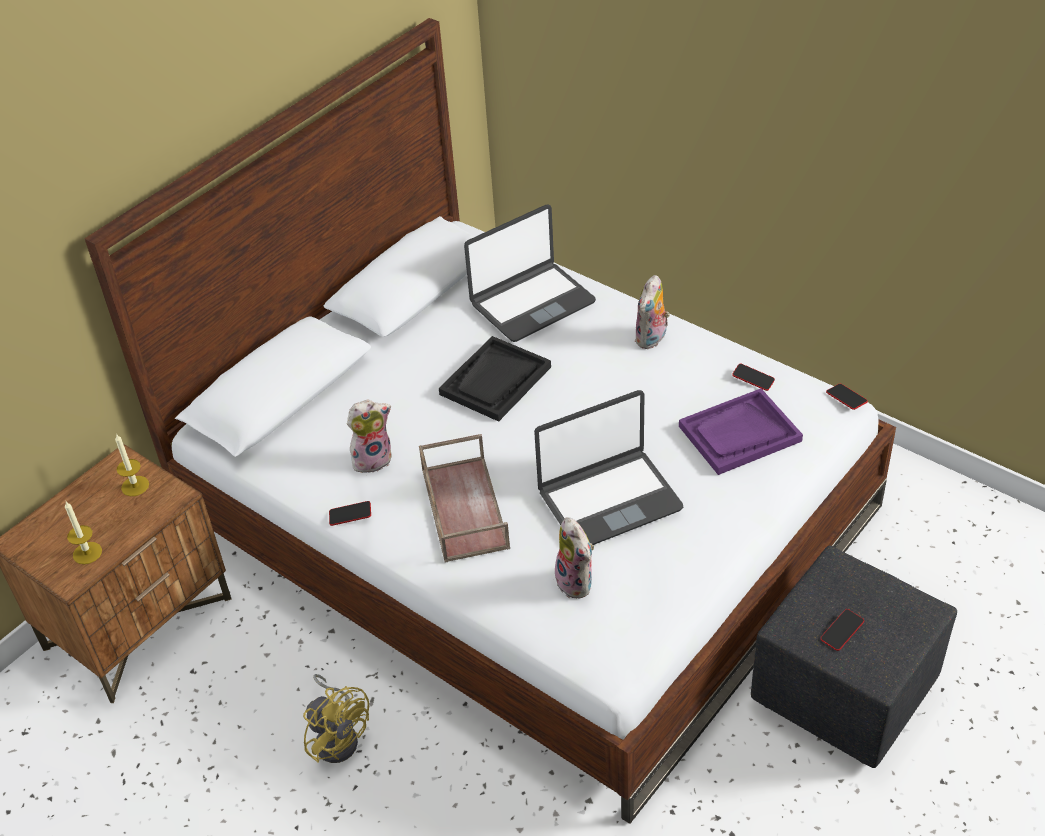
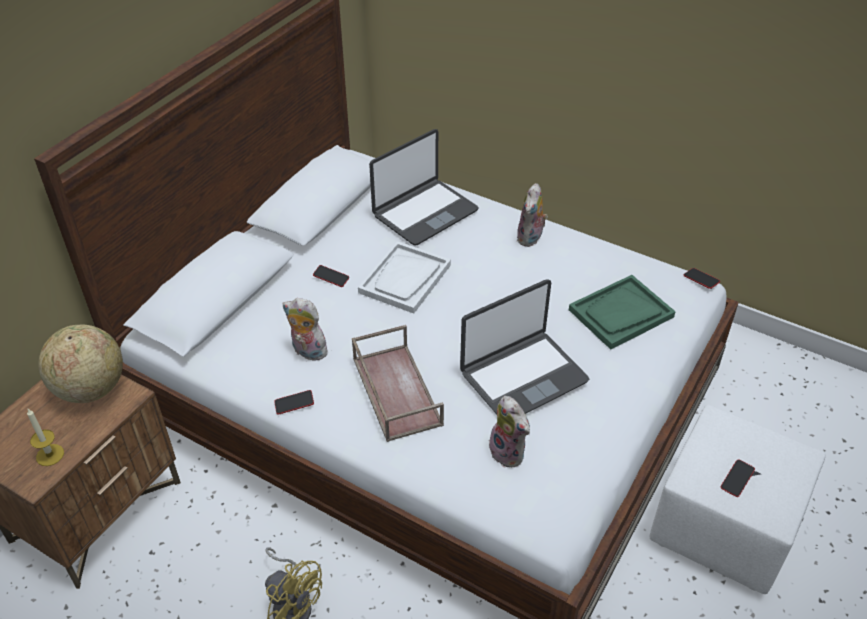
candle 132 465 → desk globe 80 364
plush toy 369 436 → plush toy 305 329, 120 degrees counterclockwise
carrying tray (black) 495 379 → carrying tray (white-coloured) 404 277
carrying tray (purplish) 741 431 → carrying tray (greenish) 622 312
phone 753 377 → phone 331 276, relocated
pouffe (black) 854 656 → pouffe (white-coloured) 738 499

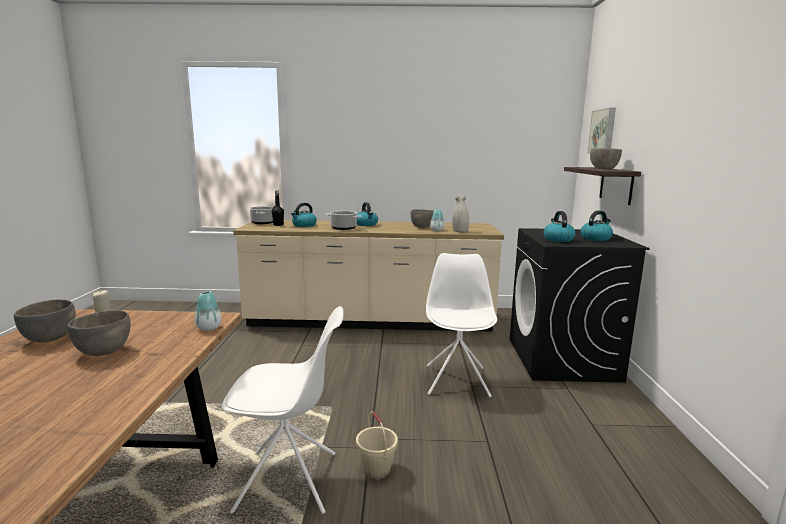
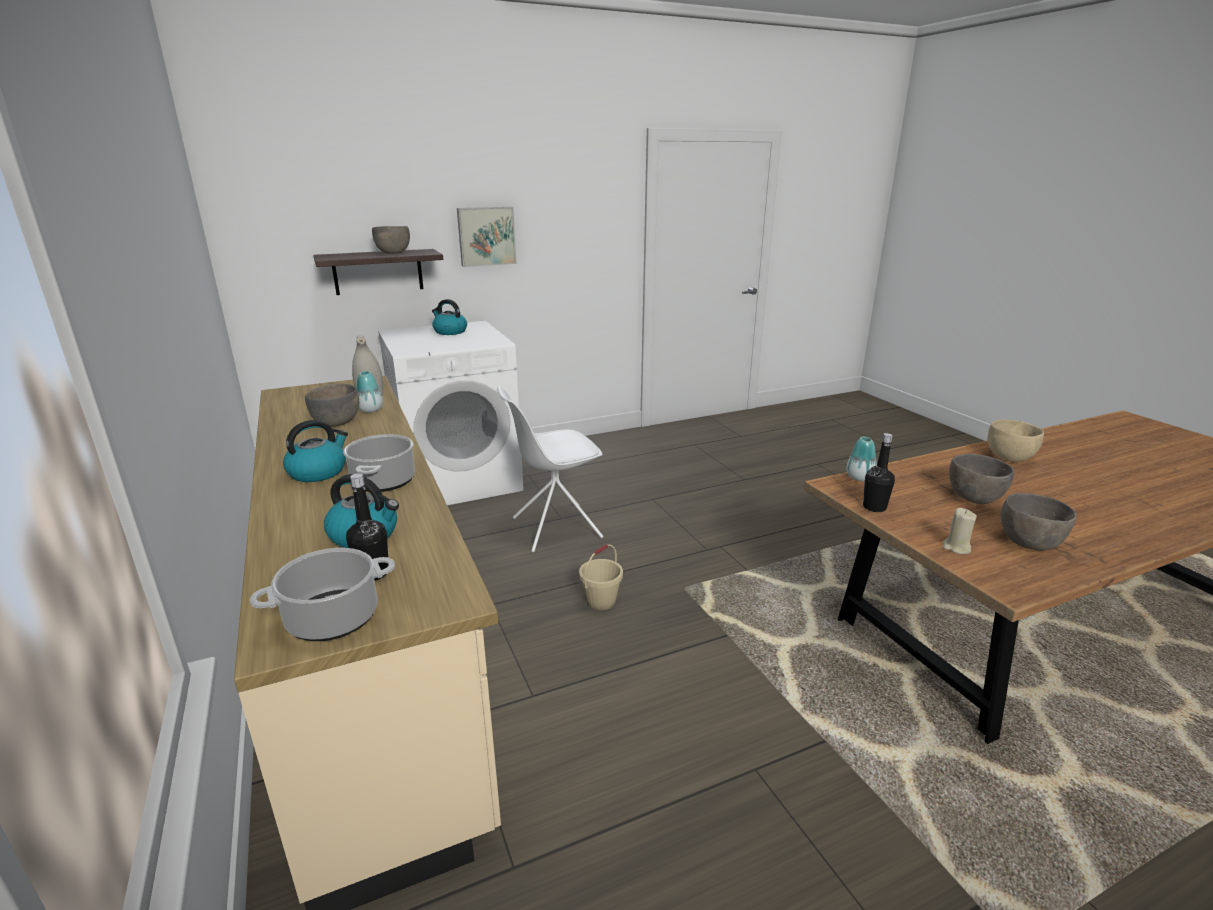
plain chair (white-coloured) 283 410 → -
bucket (beige) 377 445 → bucket (beige) 601 577, relocated
laundry machine (black) 580 305 → laundry machine (white-coloured) 451 413
water kettle 559 226 → -
wall art 601 131 → wall art 486 237, relocated
- → beverage bottle (black) 879 472
- → bowl (beige) 1016 441

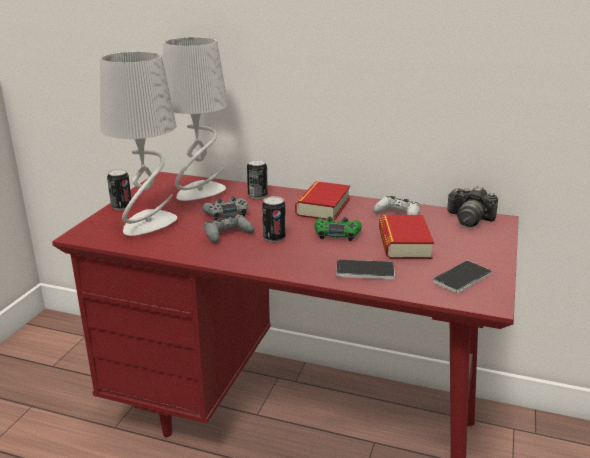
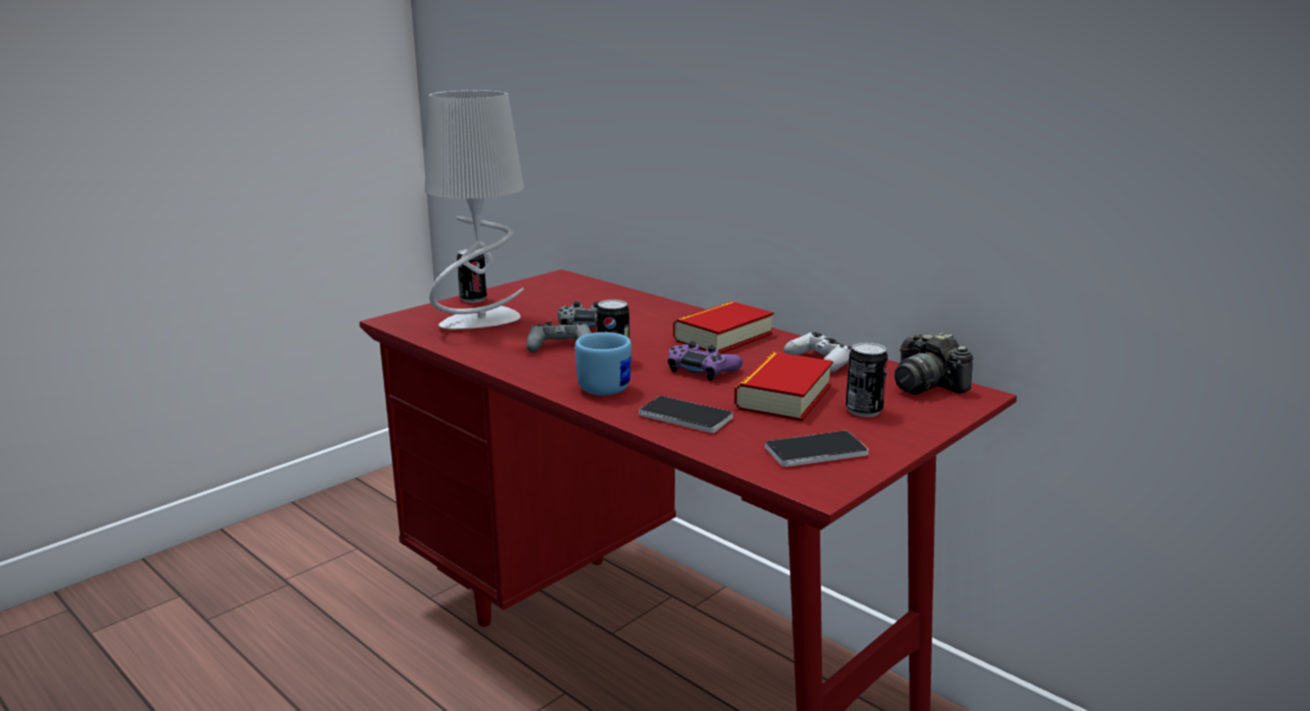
lamp for a table (greyish) 195 119 → -
metal can 257 179 → metal can 867 379, relocated
joypad (greenish) 338 228 → joypad (purplish) 705 361
- → tea mug (bluish) 603 363

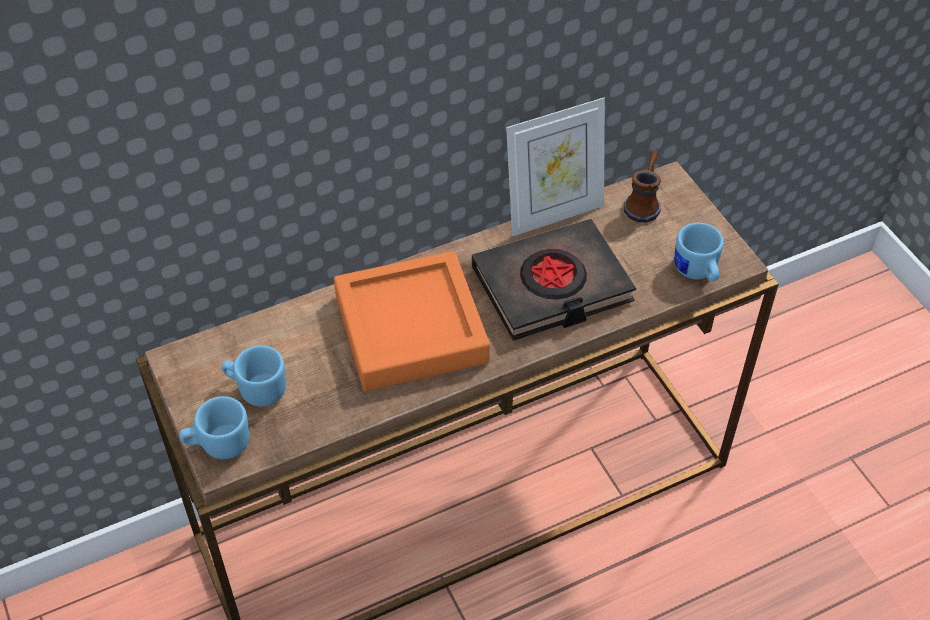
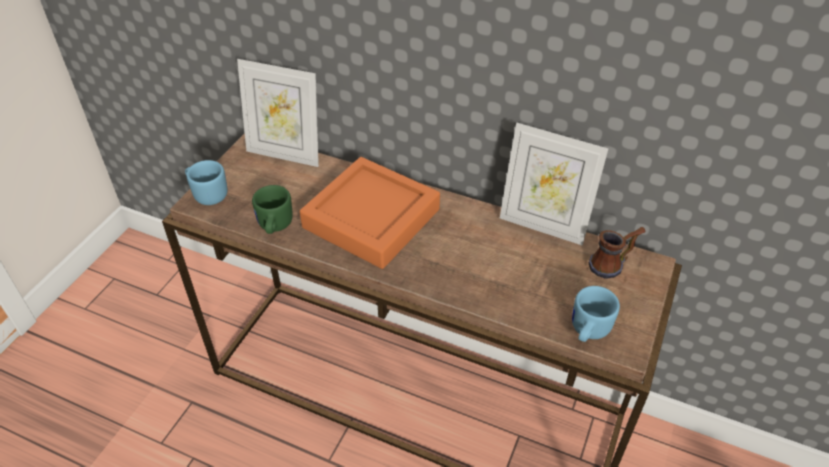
tea mug (bluish) 254 376 → -
book (black) 554 280 → -
- → picture frame 278 113
- → tea mug (greenish) 272 209

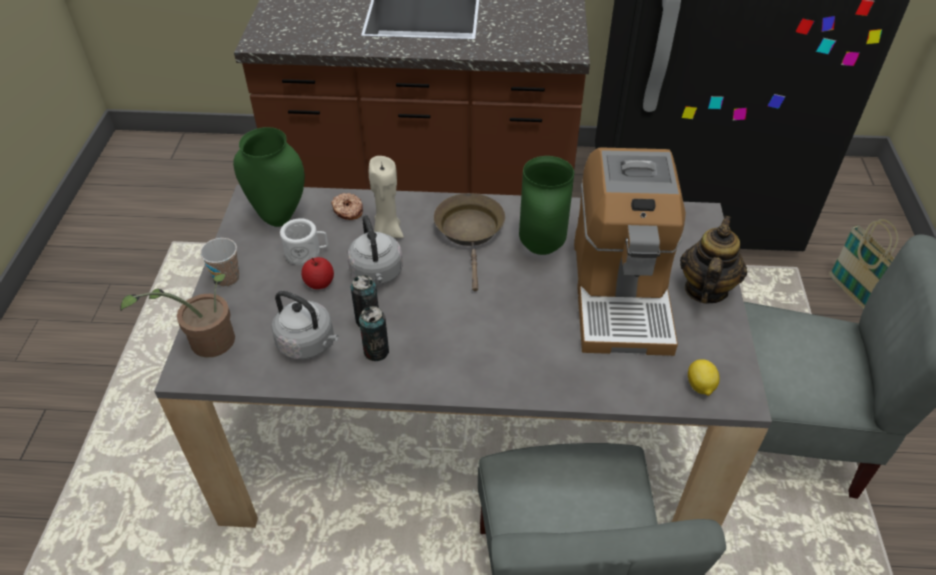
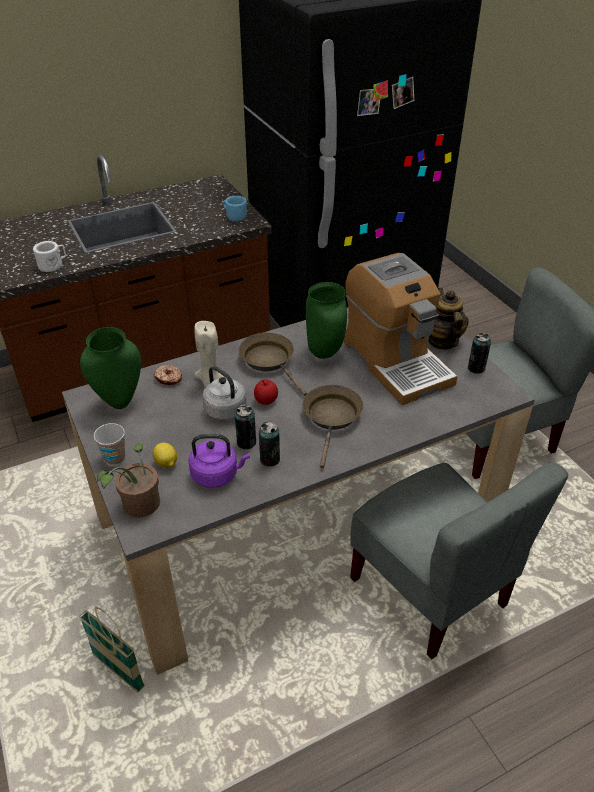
water kettle (greyish) 304 325 → water kettle (purplish) 219 461
tea mug (white-coloured) 304 241 → tea mug (white-coloured) 49 256, relocated
whole apple 317 273 → whole apple 266 392, relocated
lemon 704 377 → lemon 165 455, relocated
household basket 863 264 → household basket 112 649, relocated
- → tea mug (bluish) 235 208
- → pan (brown) 333 426
- → metal can 479 353

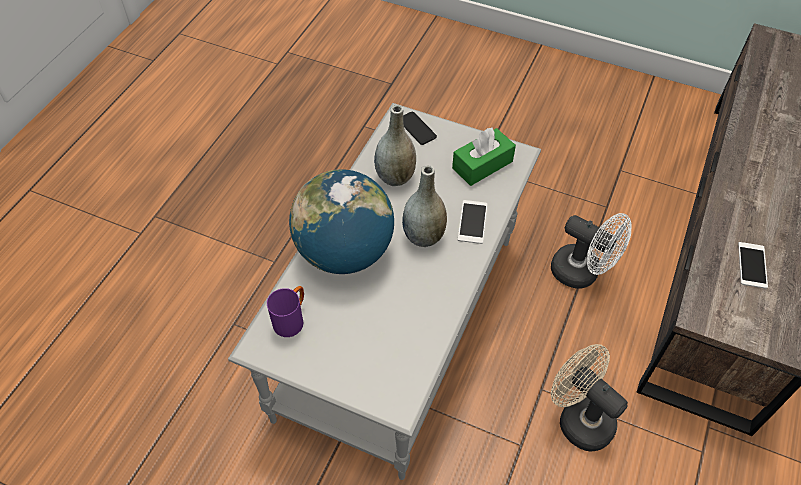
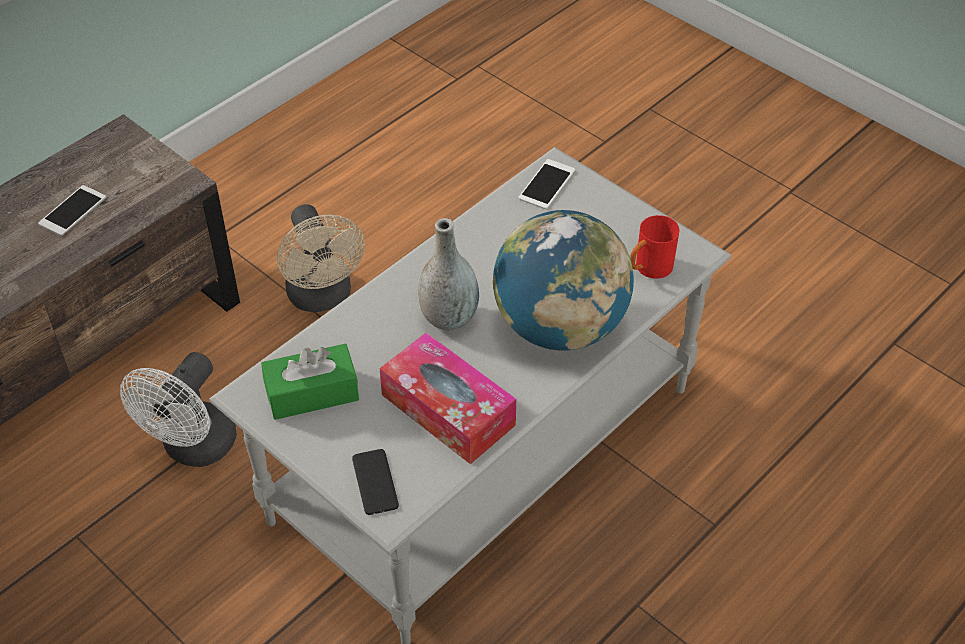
tea mug (purplish) 285 311 → tea mug (red) 655 247
flower vase (greyish) 395 145 → box of tissues 448 398
phone 472 222 → phone 546 184, relocated
cooling fan (white-coloured) 591 251 → cooling fan (white-coloured) 178 409, 120 degrees counterclockwise

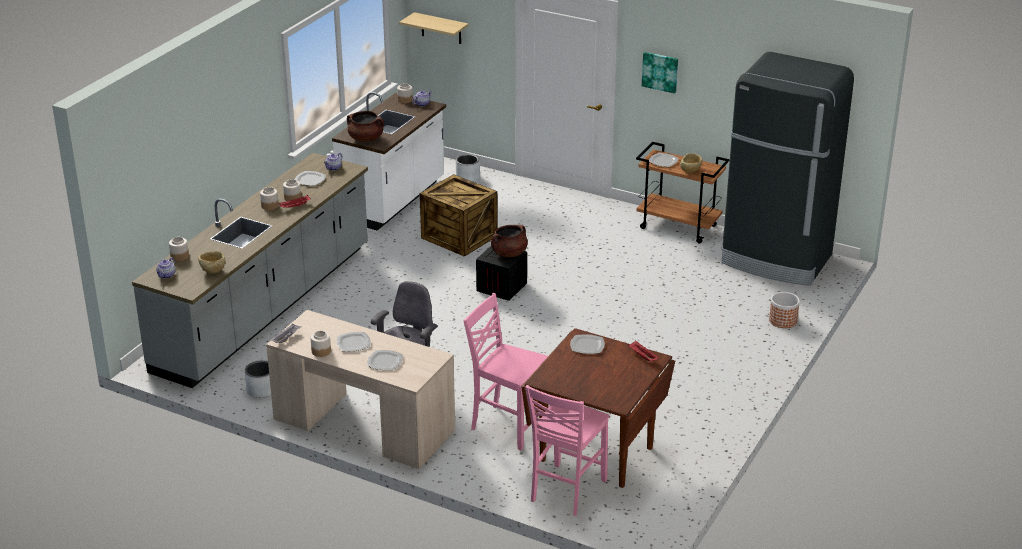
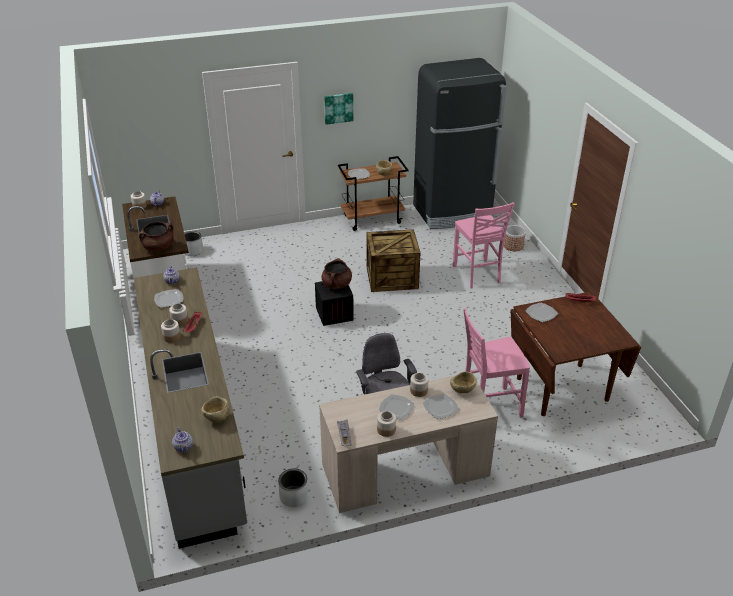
jar 179 249 → jar 419 385, relocated
shelf 434 28 → -
crate 459 215 → crate 393 260, relocated
plain chair (pink-coloured) 567 450 → plain chair (pink-coloured) 484 245, relocated
- → bowl (beige) 463 382

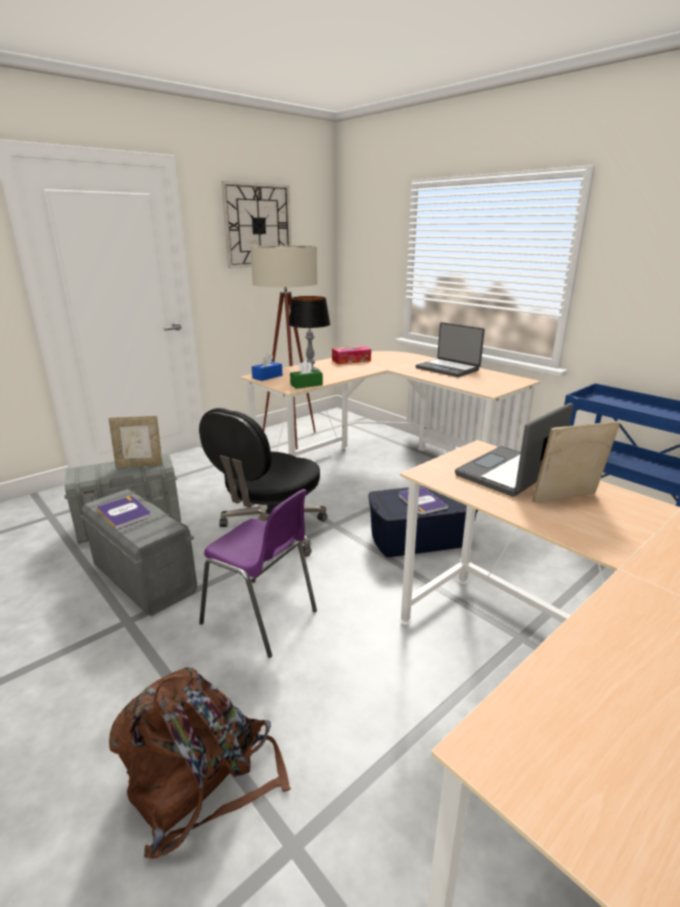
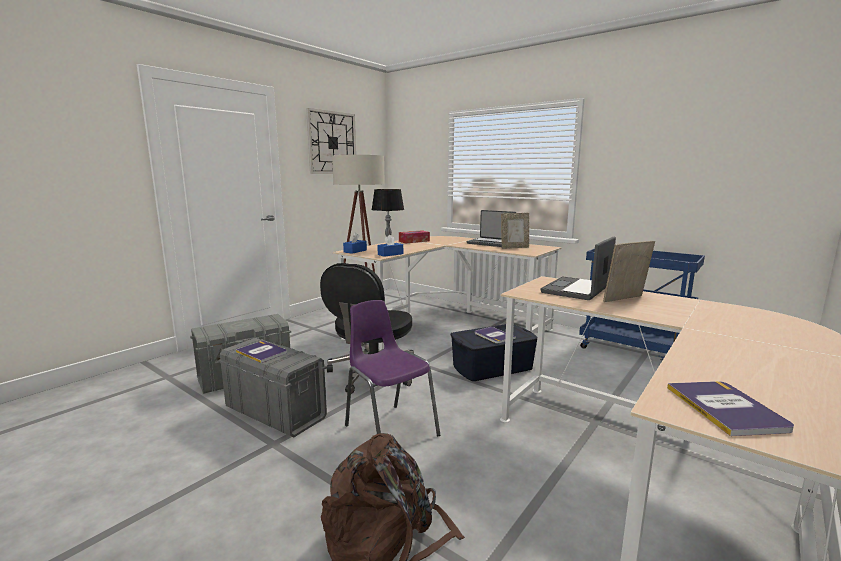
picture frame 136 442 → picture frame 515 231, relocated
plain chair (purplish) 258 573 → plain chair (purplish) 392 368, 150 degrees counterclockwise
box of tissues (greenish) 306 374 → box of tissues (bluish) 390 246
- → book 730 408

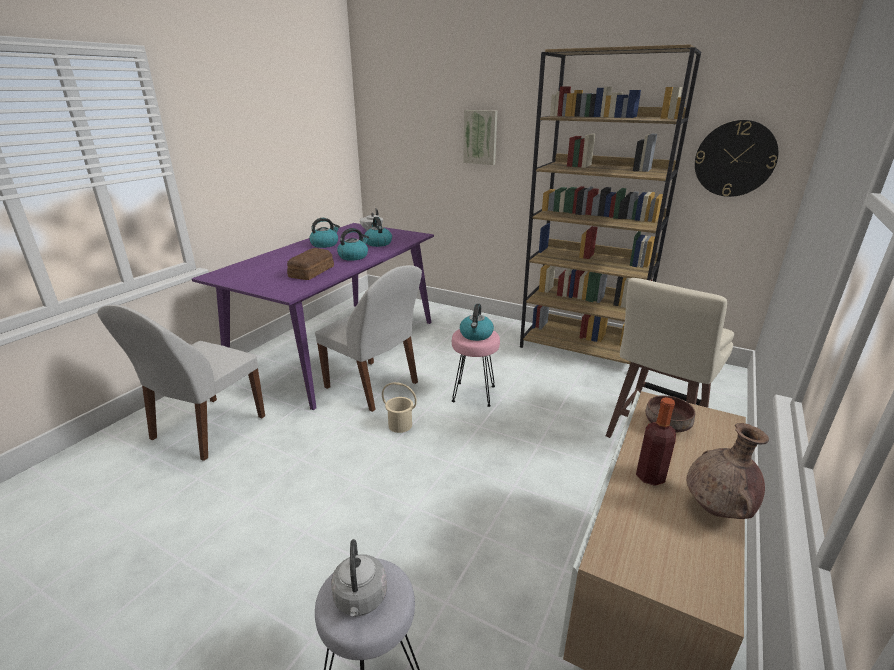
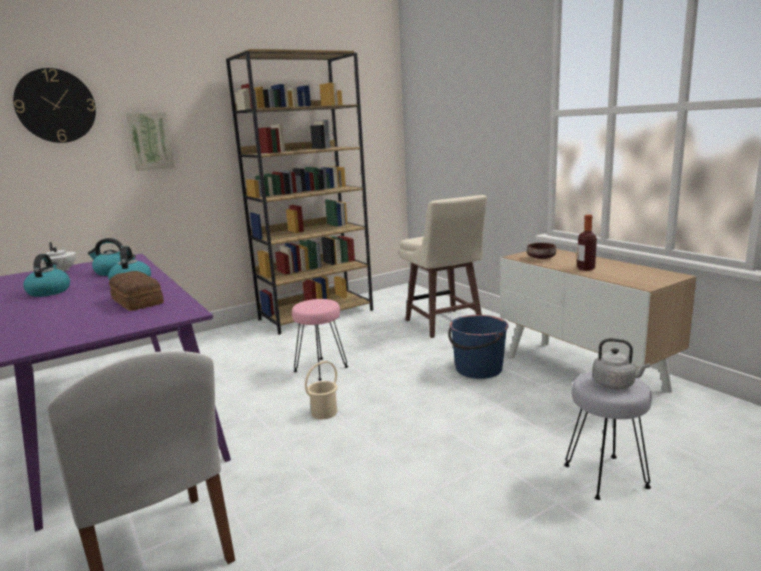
plain chair (white-coloured) 368 338 → -
water kettle 477 322 → -
flower vase (brown) 727 471 → -
wall clock 737 158 → wall clock 54 105, relocated
- → bucket (bluish) 478 347

